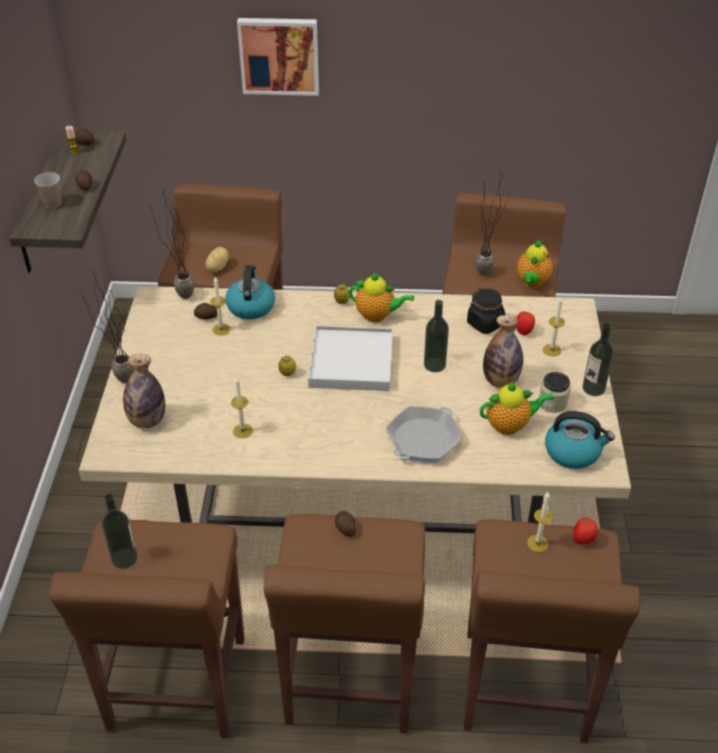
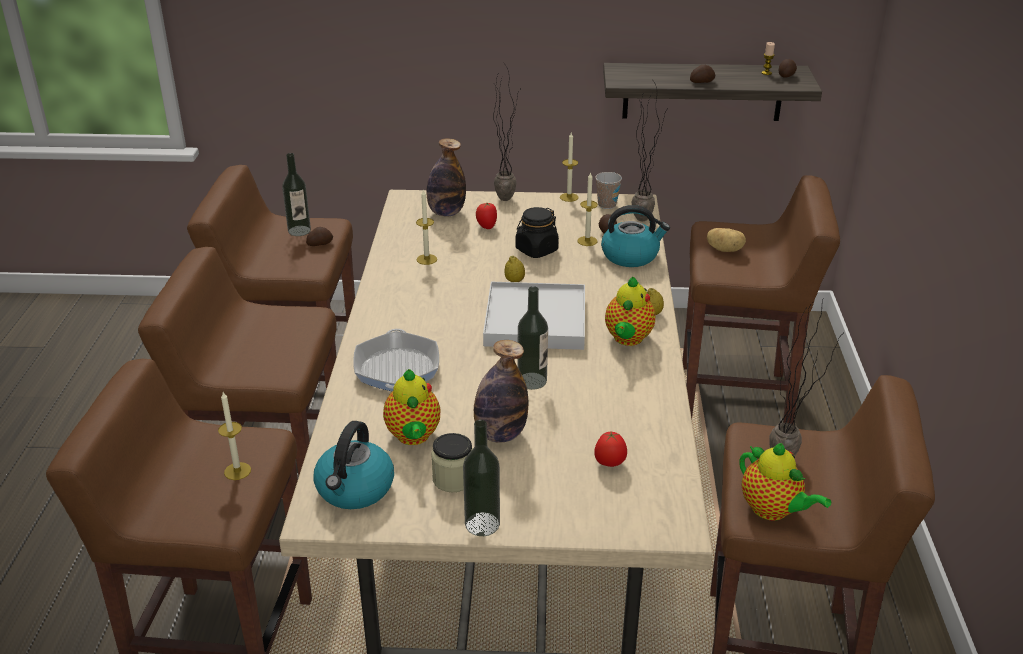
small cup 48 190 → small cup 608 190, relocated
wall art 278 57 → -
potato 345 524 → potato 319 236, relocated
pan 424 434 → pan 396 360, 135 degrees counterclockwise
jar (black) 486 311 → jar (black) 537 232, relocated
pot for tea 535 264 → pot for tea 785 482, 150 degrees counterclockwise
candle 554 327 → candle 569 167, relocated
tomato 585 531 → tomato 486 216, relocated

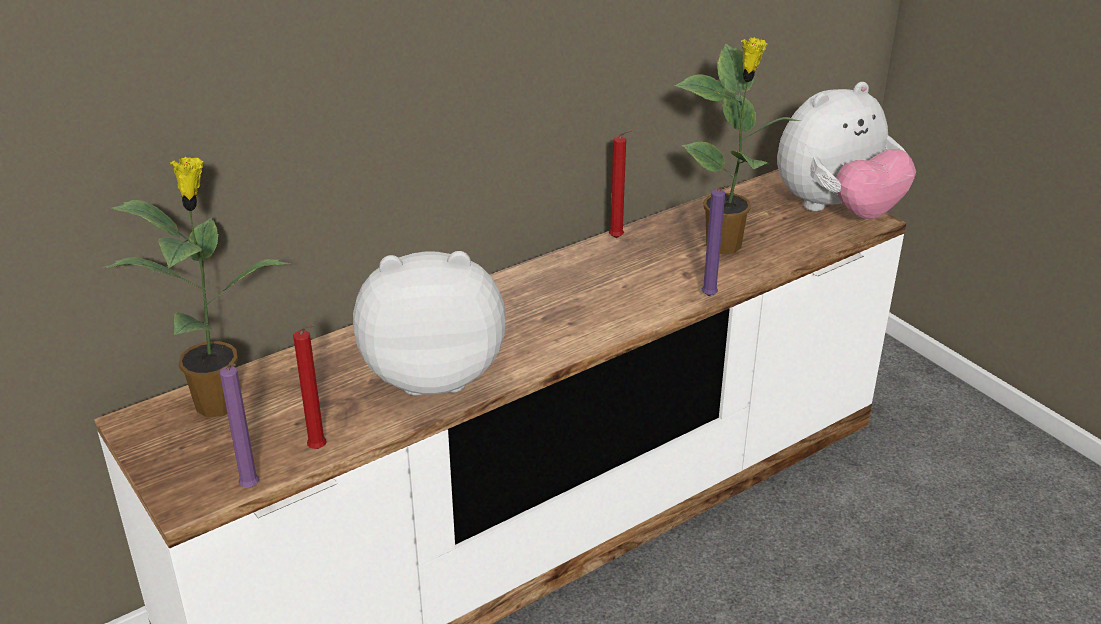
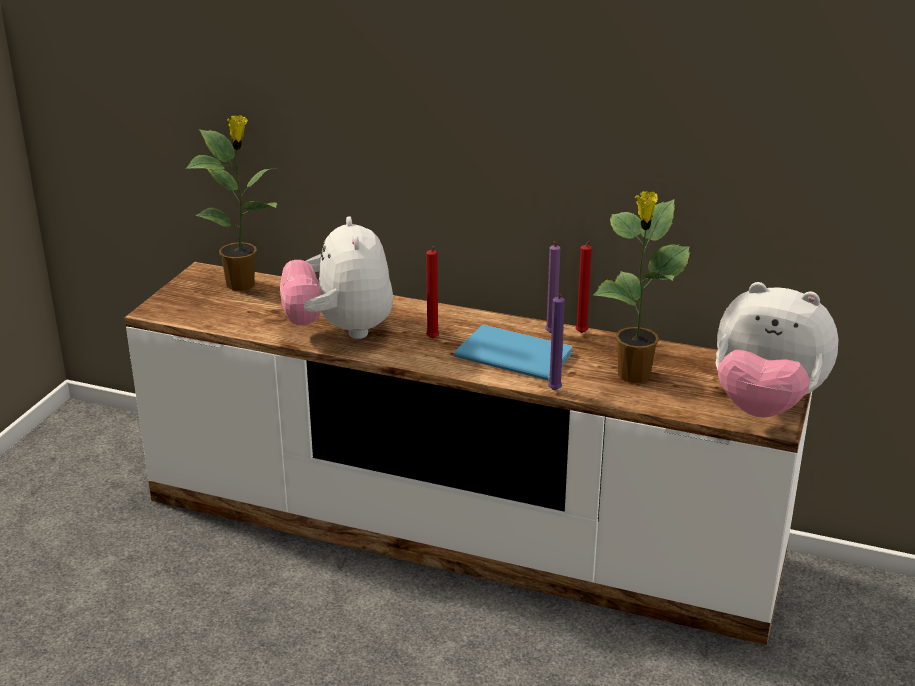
candle (purplish) 239 425 → candle (purplish) 552 287, relocated
candle (red) 310 387 → candle (red) 432 292, relocated
plush toy 429 323 → plush toy 336 277, 150 degrees counterclockwise
- → book (bluish) 513 353

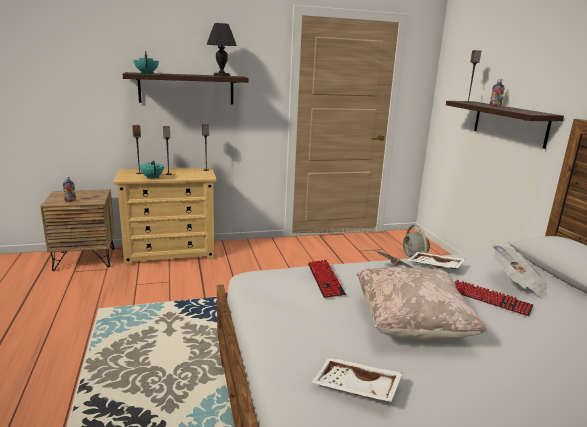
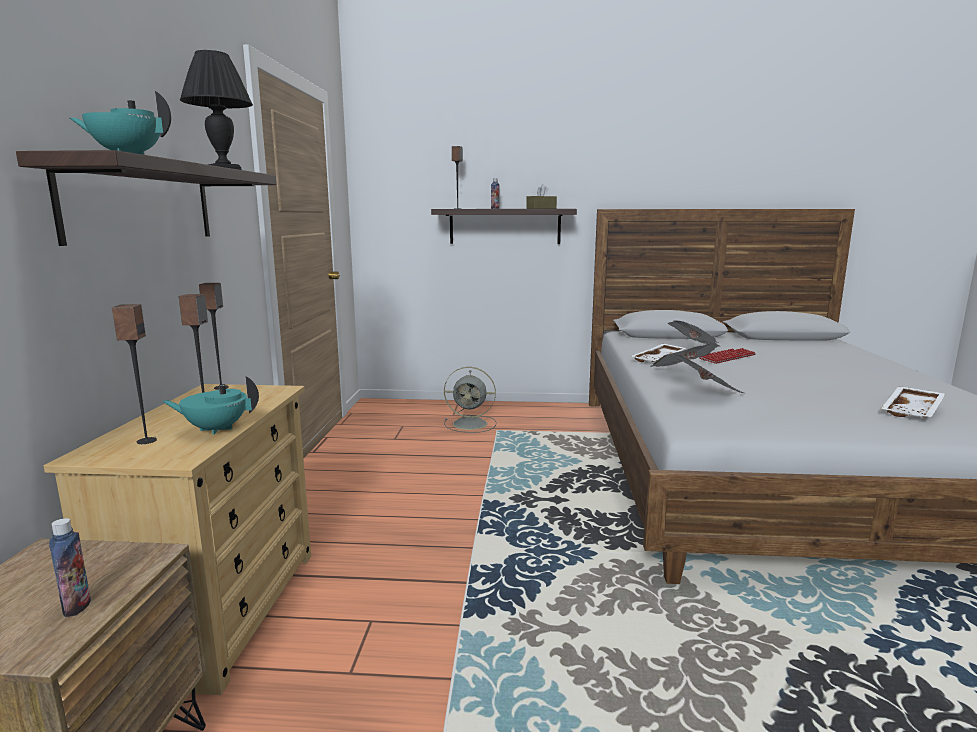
PC keyboard 327 279 → printed paper 708 373
throw pillow (beige) 422 303 → -
- → box of tissues (brown) 541 196

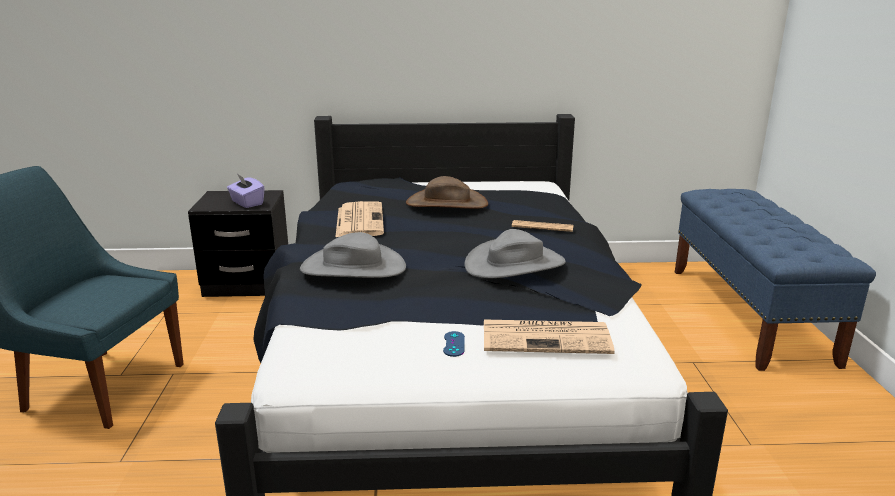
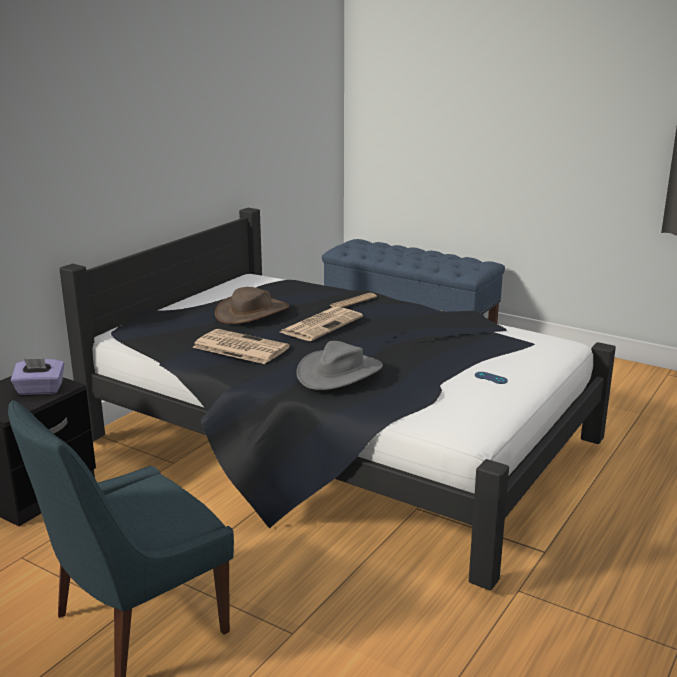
hat (greyish) 515 253 → -
printed paper 549 336 → printed paper 321 324, relocated

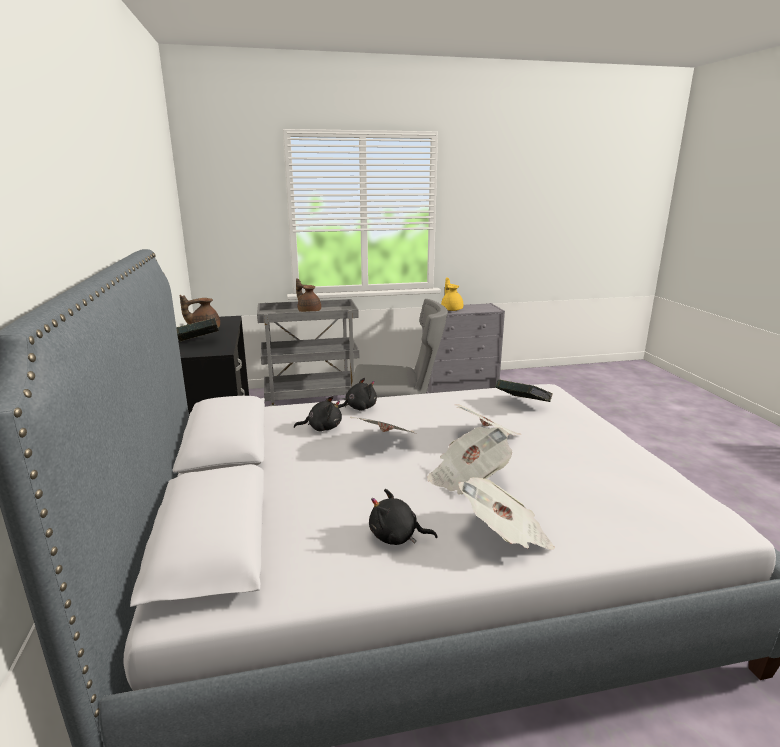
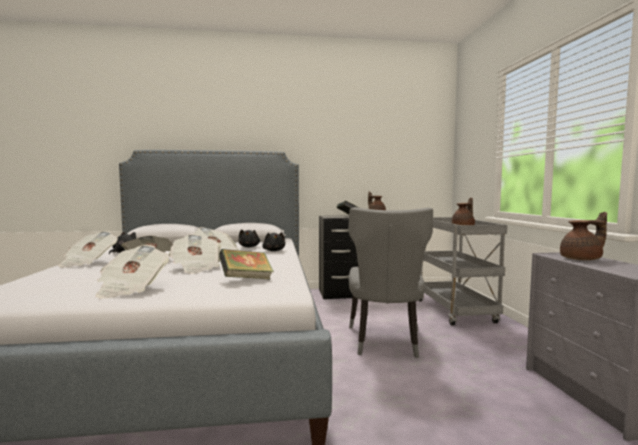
pot for tea (yellowish) 452 294 → pot for tea (brown) 583 236
- → printed paper 132 272

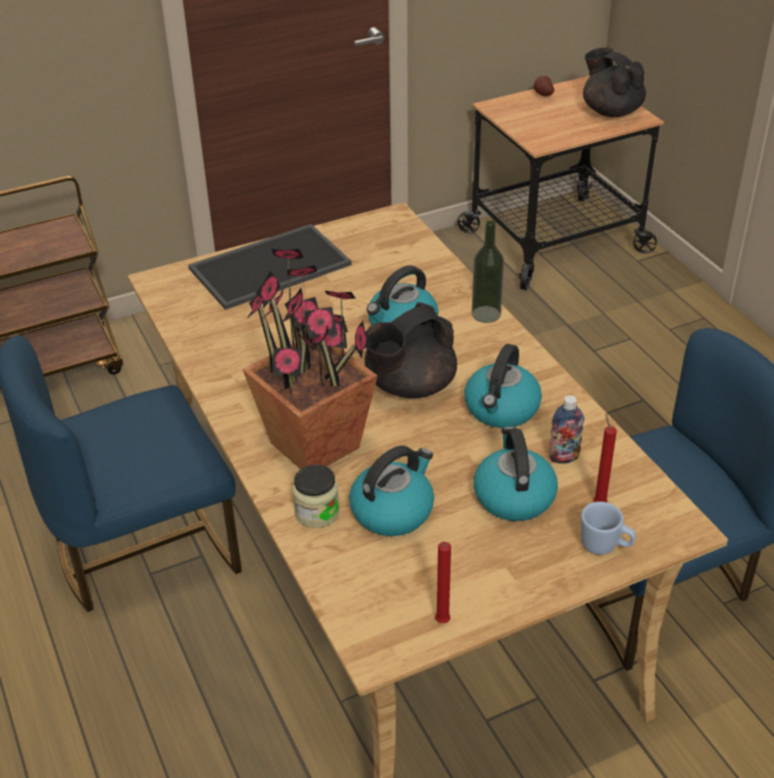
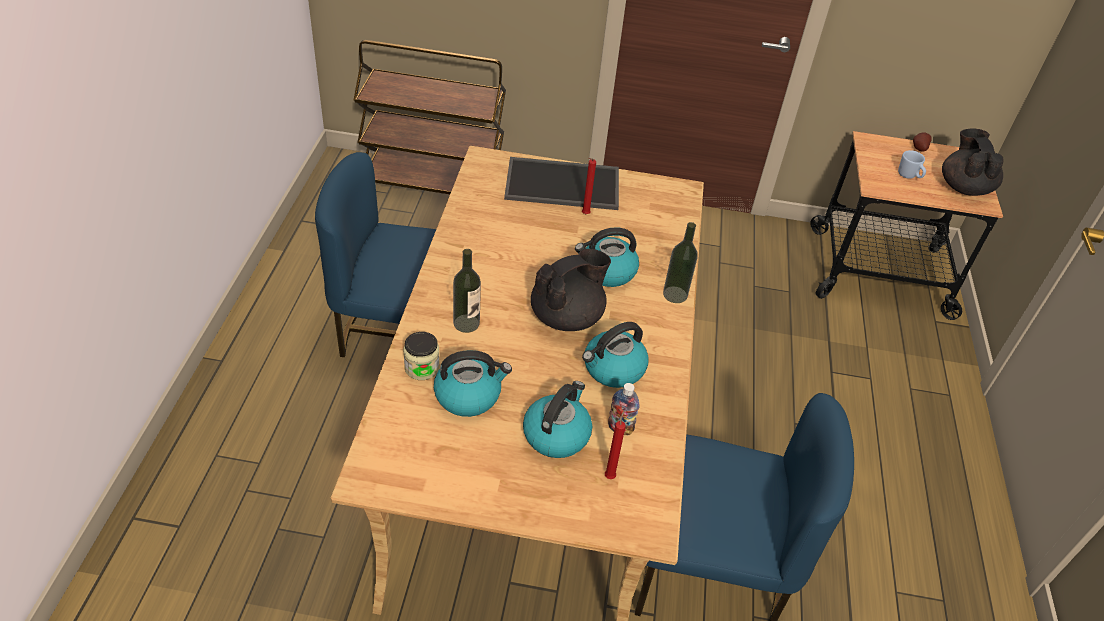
potted plant 310 359 → beverage bottle 467 291
pot for tea (black) 411 350 → pot for tea (black) 571 290, 150 degrees clockwise
candle (red) 443 582 → candle (red) 589 186, relocated
tea mug (bluish) 608 528 → tea mug (bluish) 912 164, relocated

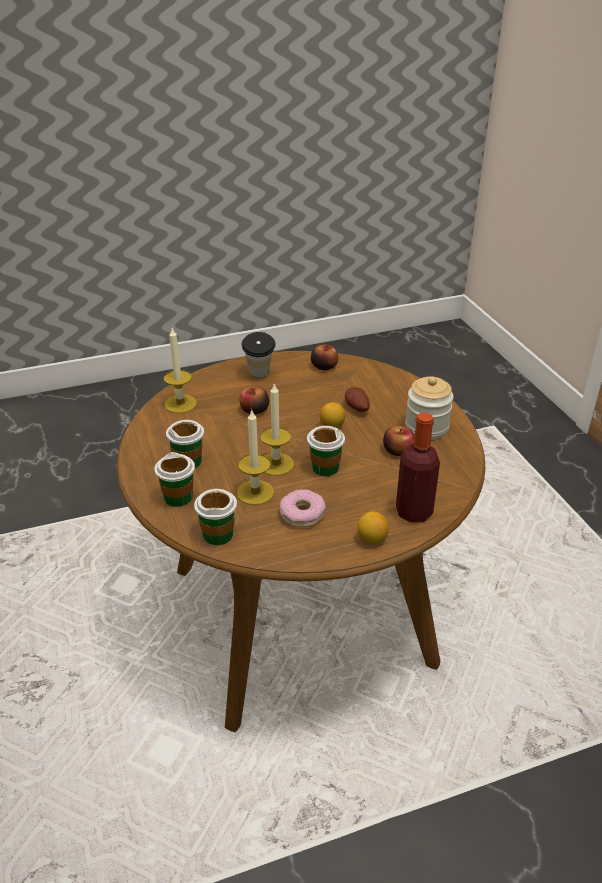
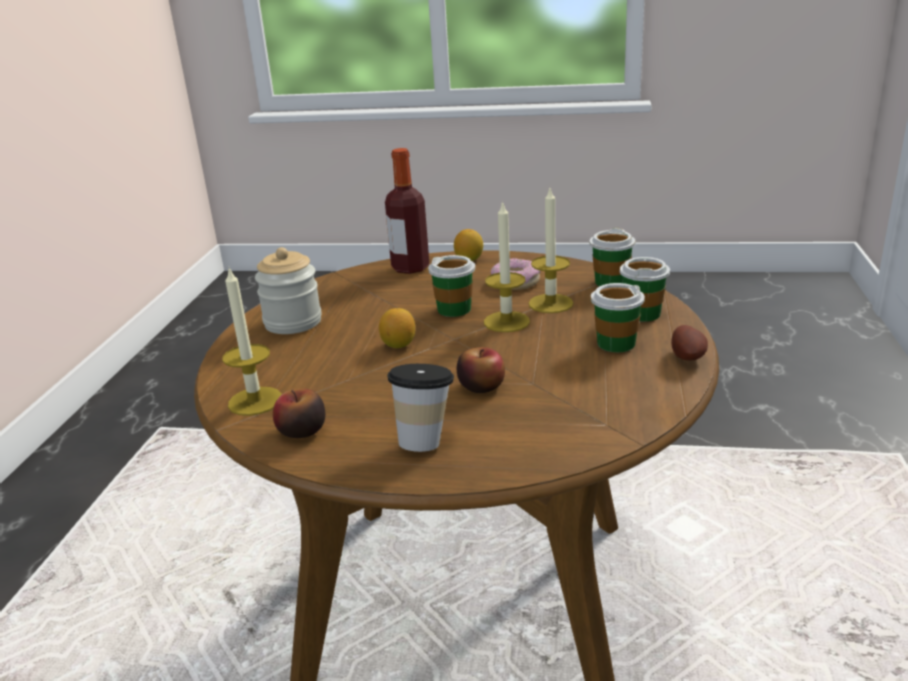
candle 180 370 → candle 252 341, relocated
potato 357 399 → potato 689 343, relocated
whole apple 398 440 → -

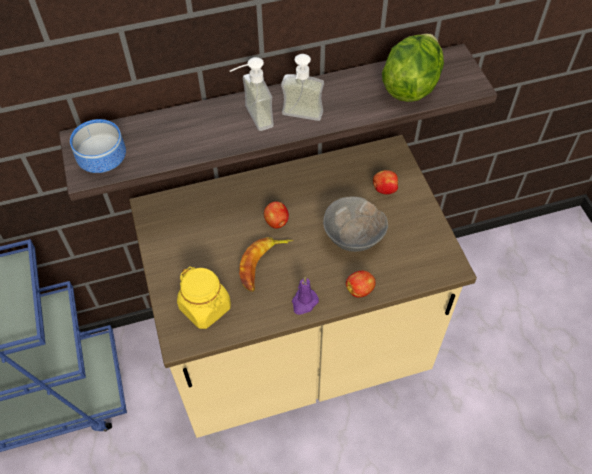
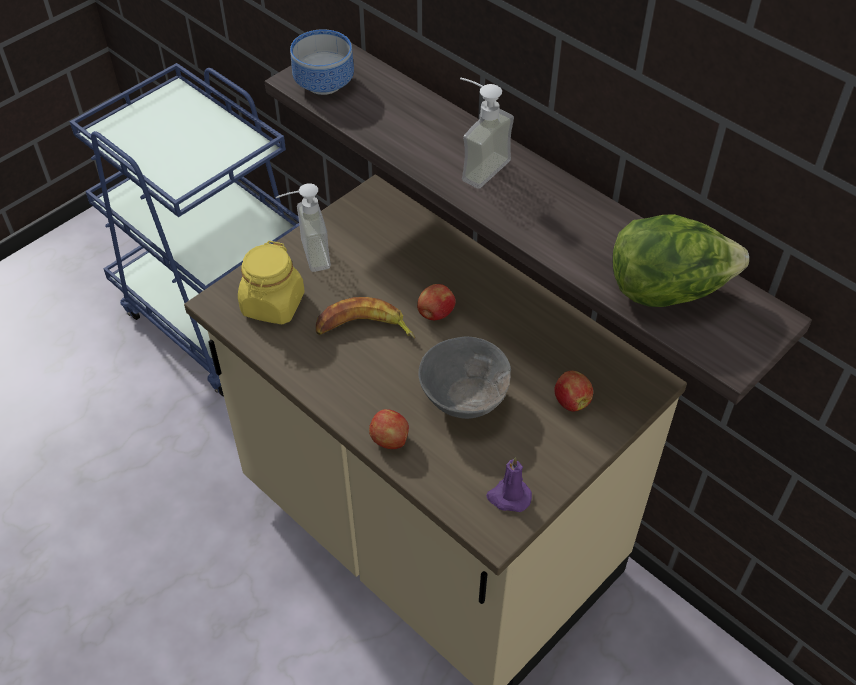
soap bottle 302 87 → soap bottle 303 227, relocated
candle (purplish) 305 296 → candle (purplish) 509 484, relocated

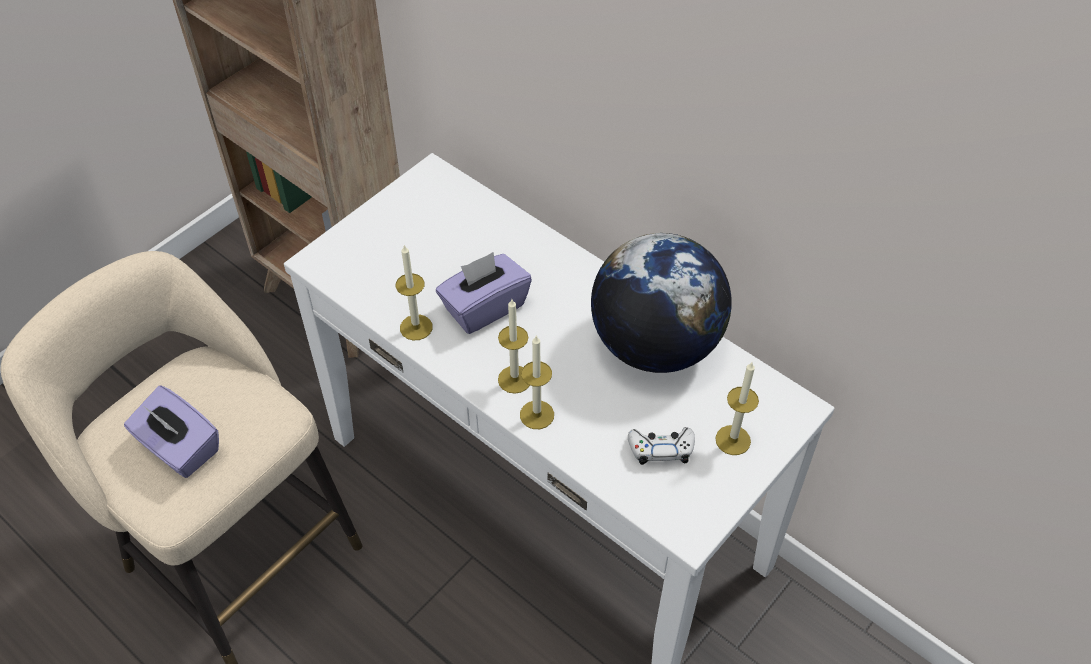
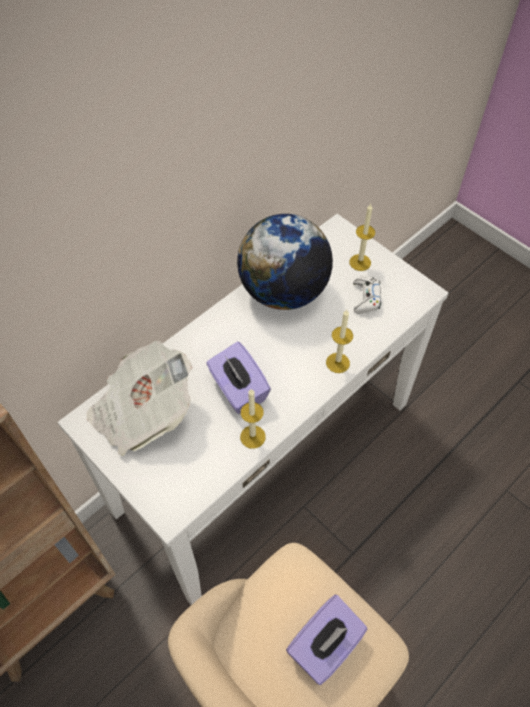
candle 514 346 → -
- → printed paper 139 398

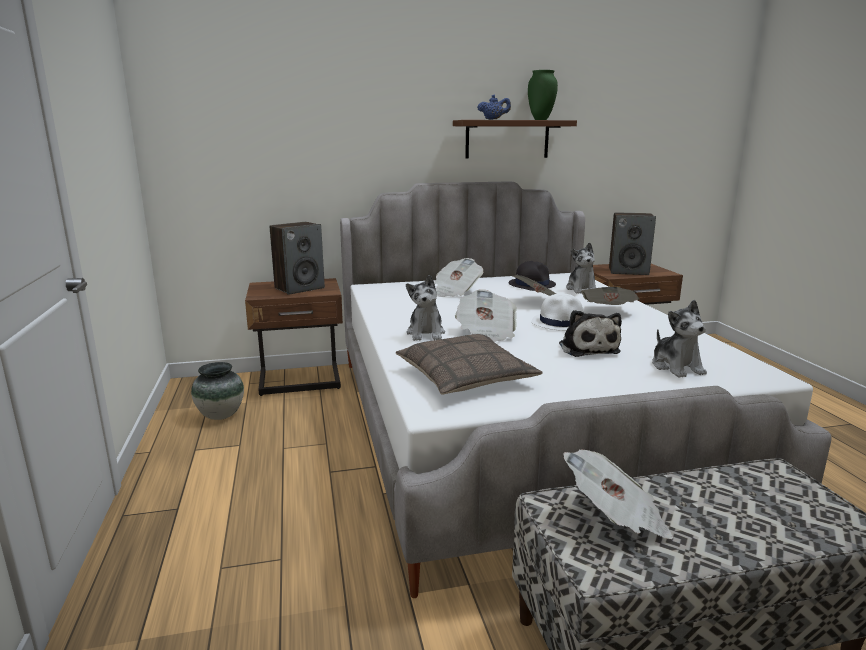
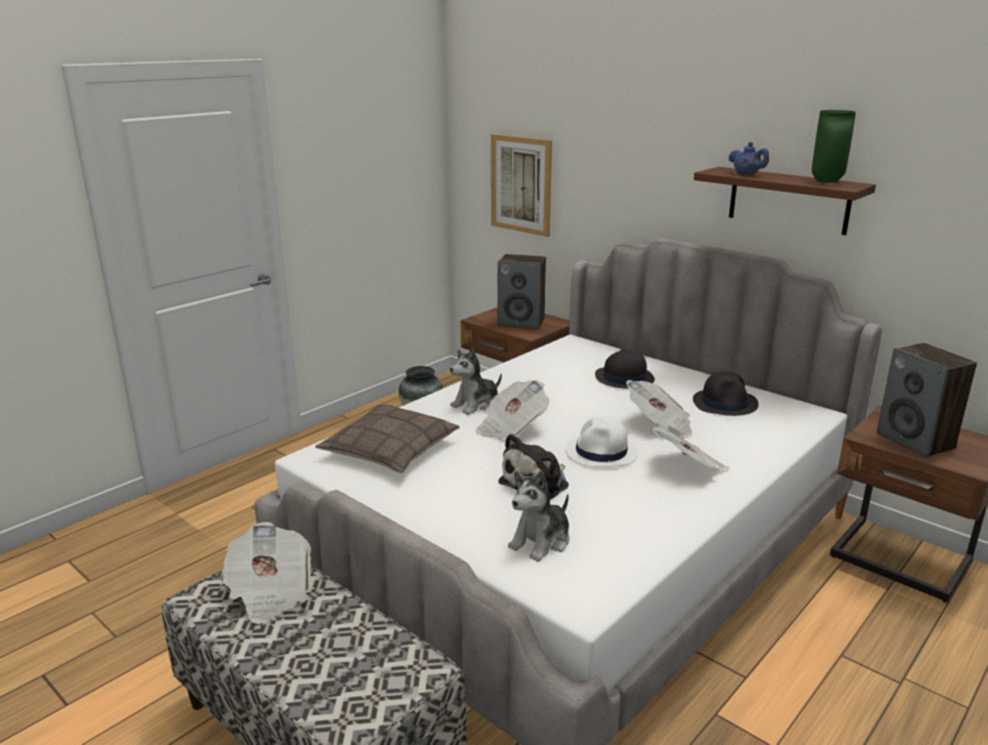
printed paper 458 277 → hat (black) 625 369
plush toy 581 267 → -
- → wall art 521 185

